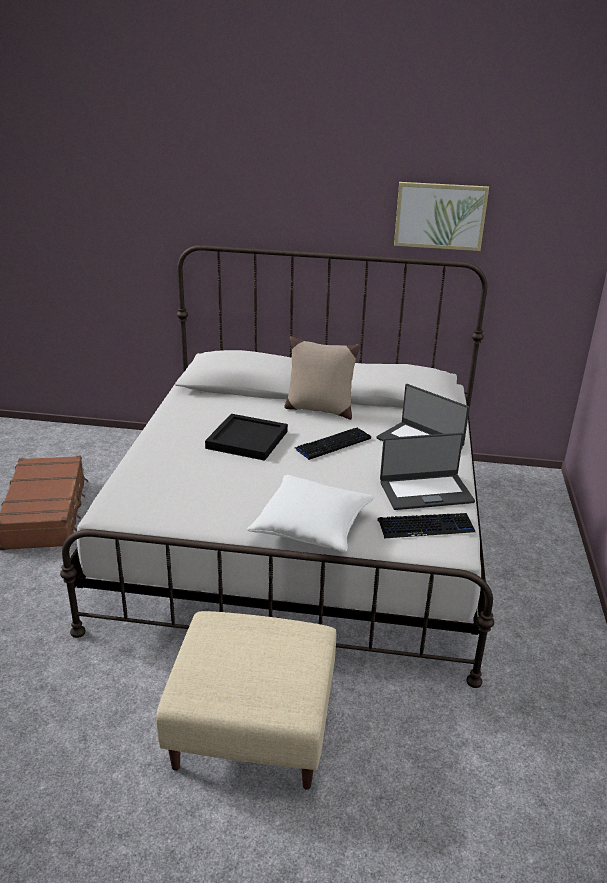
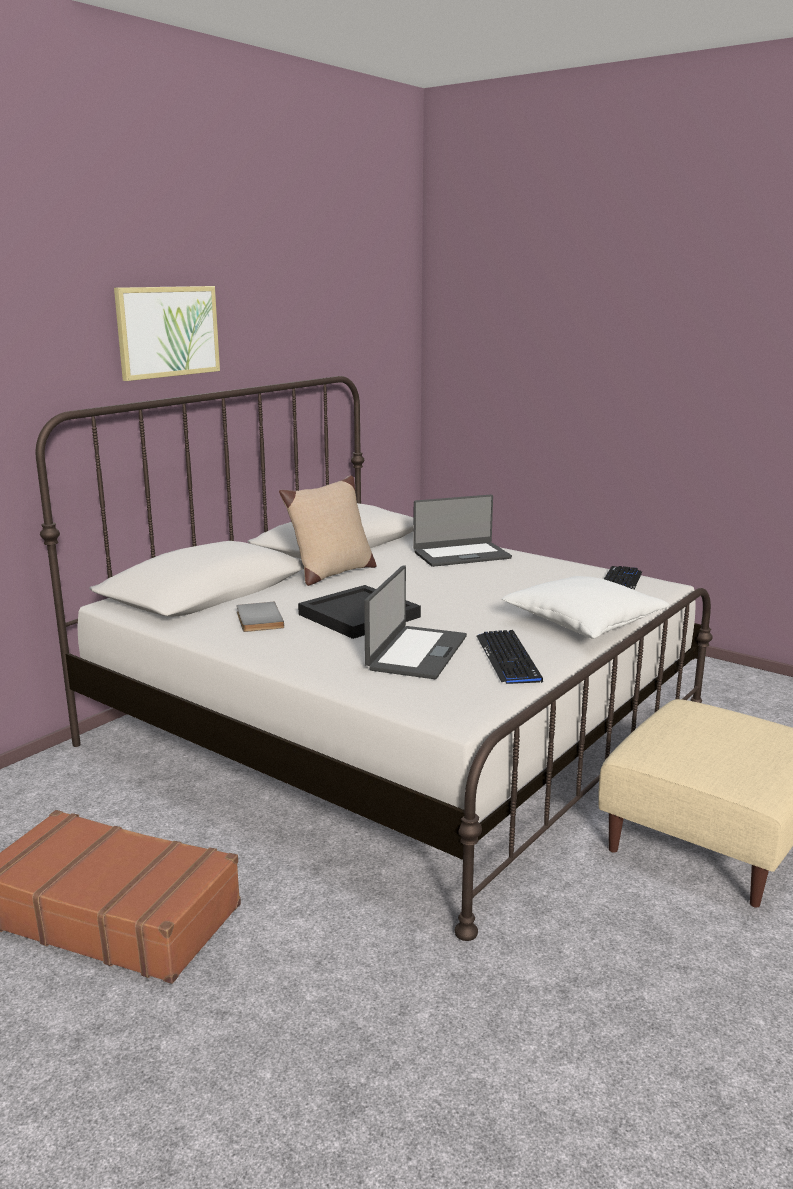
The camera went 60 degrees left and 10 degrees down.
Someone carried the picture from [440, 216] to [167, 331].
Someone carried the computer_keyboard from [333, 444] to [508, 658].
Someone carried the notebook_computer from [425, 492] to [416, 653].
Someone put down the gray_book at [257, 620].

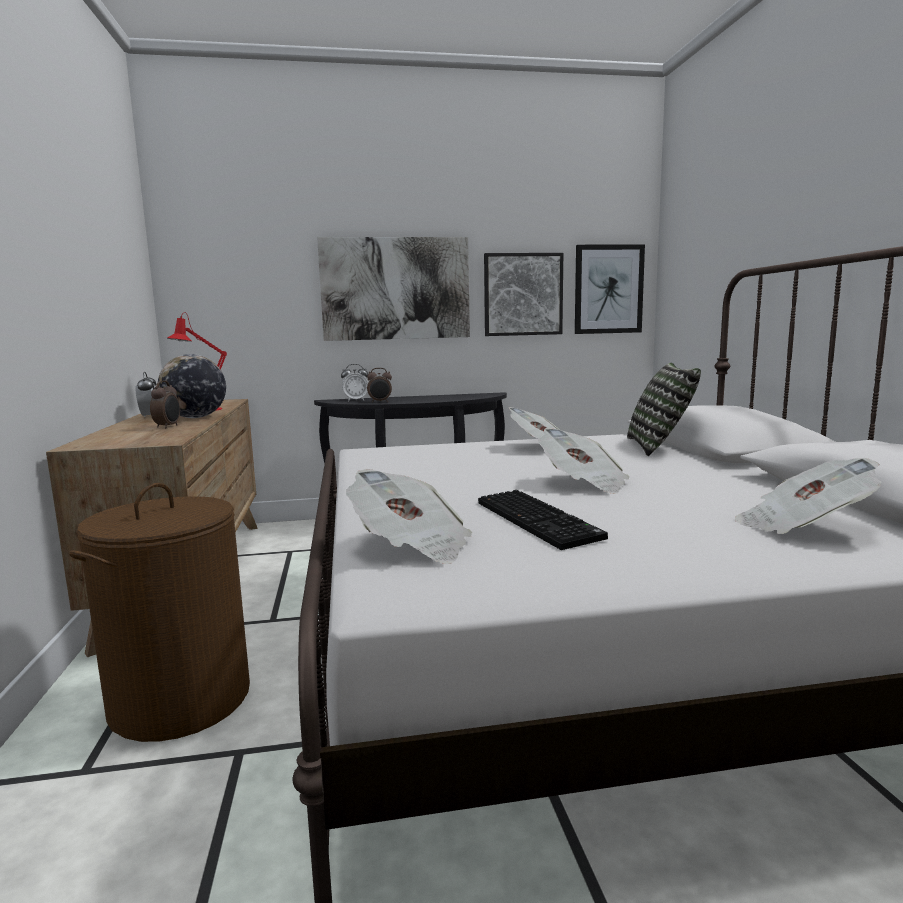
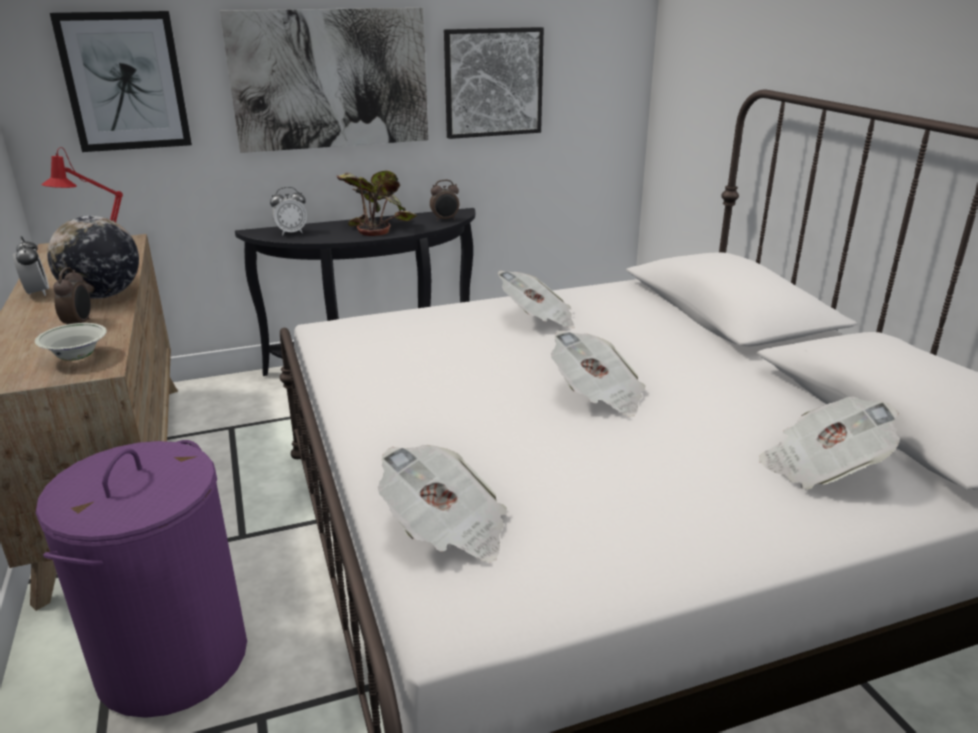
The camera went 10 degrees left and 15 degrees up.
Someone carried the picture from [608, 289] to [125, 82].
Someone took away the cushion at [659, 446].
Someone carried the table_clock from [380, 402] to [445, 219].
Someone repainted the brownish_washing_basket at [181, 700], which became the purple-coloured_washing_basket at [172, 658].
Someone took away the computer_keyboard at [539, 520].
Someone put down the houseplant at [376, 225].
Someone put down the white_deep_dish at [76, 358].

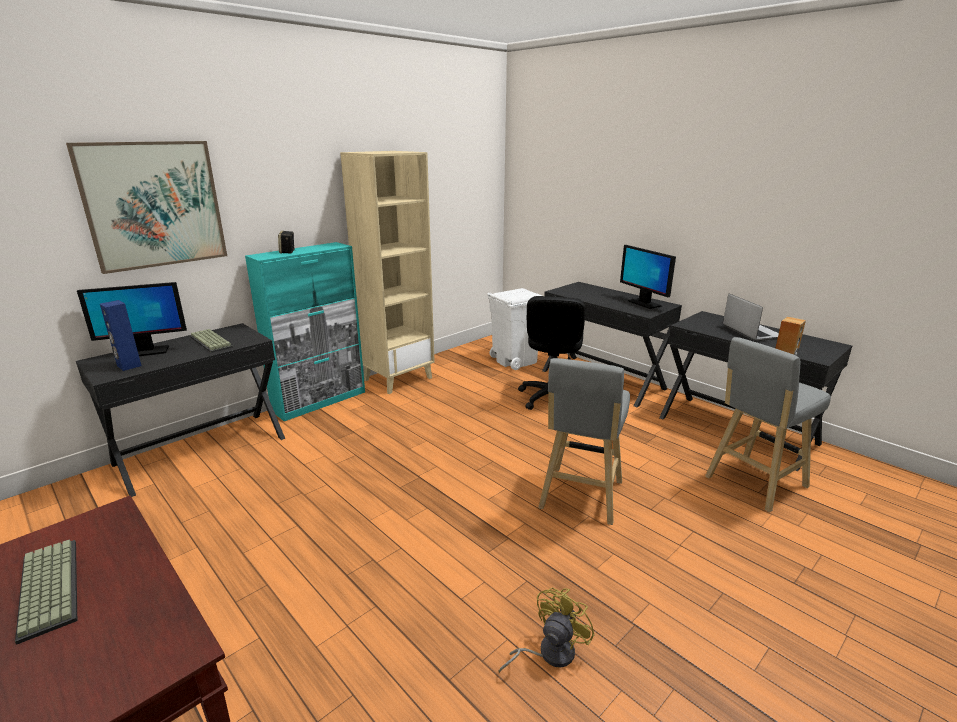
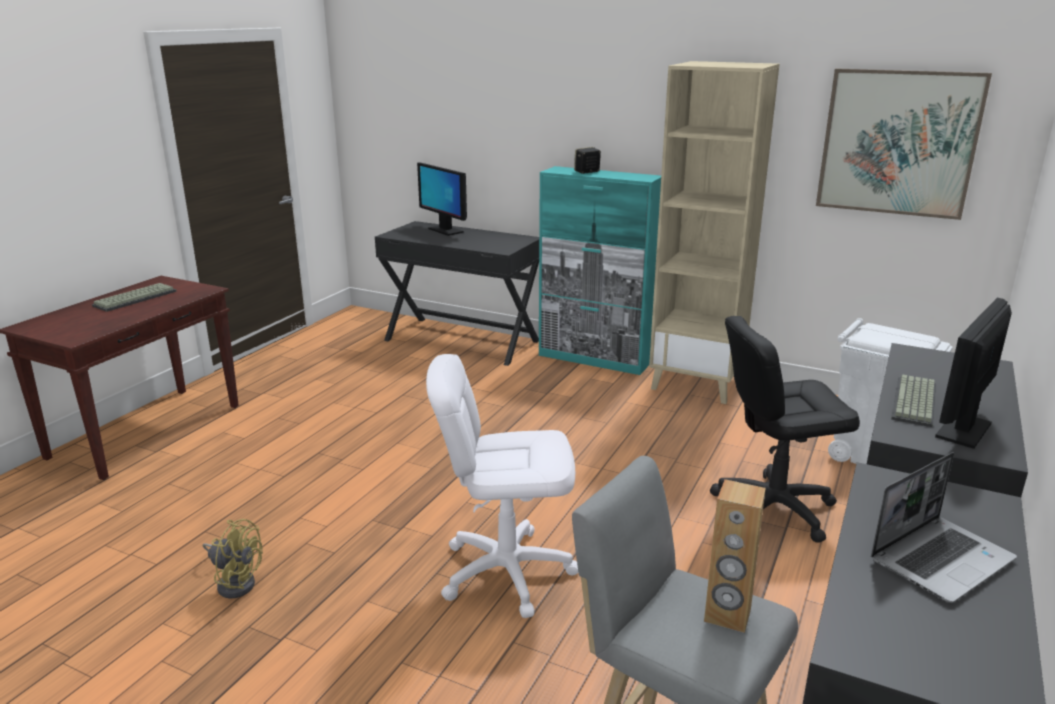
The camera went 70 degrees right and 0 degrees up.
Someone carried the picture from [154, 205] to [898, 143].
Someone took away the bluish_speaker at [128, 366].
Someone carried the computer_keyboard from [212, 341] to [916, 402].
Someone swapped the gray_sitting_stool at [580, 497] for the white_computer_chair at [506, 571].

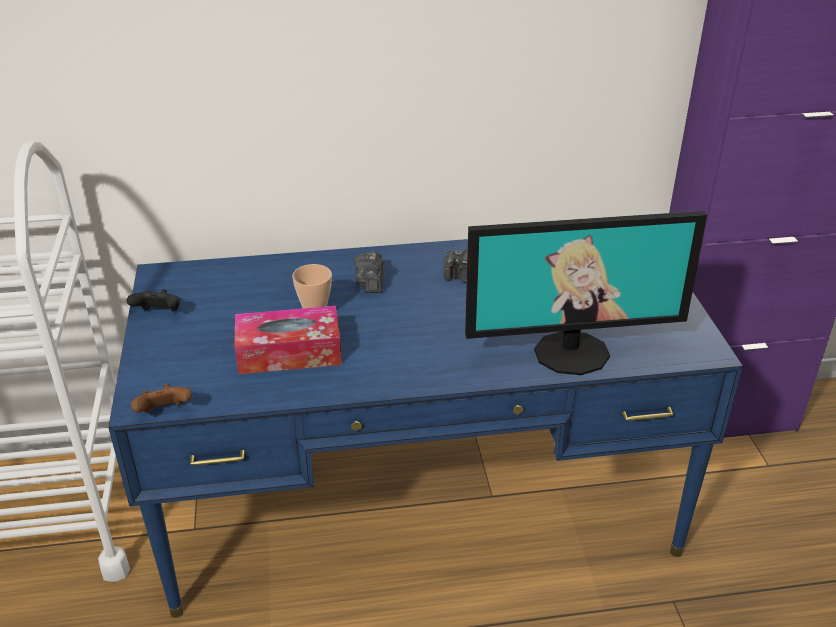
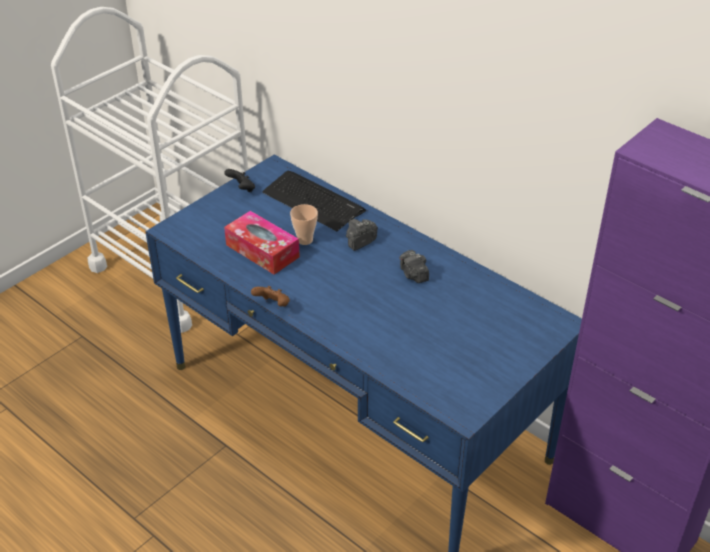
The camera went 50 degrees right and 5 degrees up.
Someone took away the monitor at [571, 352].
Someone carried the brownish_game_controller from [164, 413] to [273, 305].
Someone put down the computer_keyboard at [313, 201].

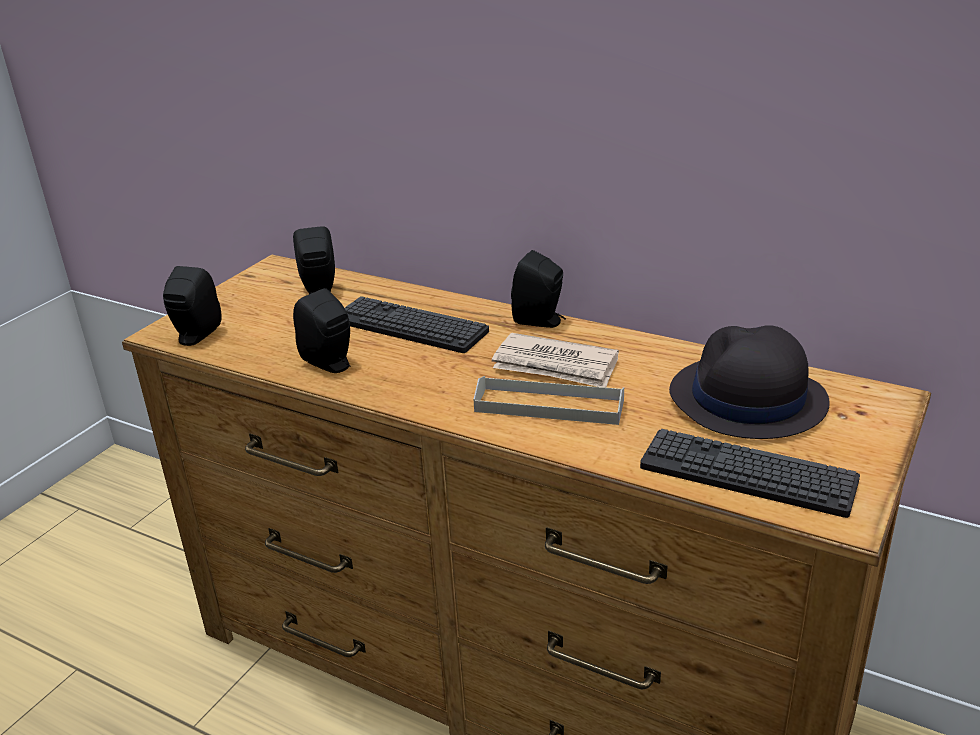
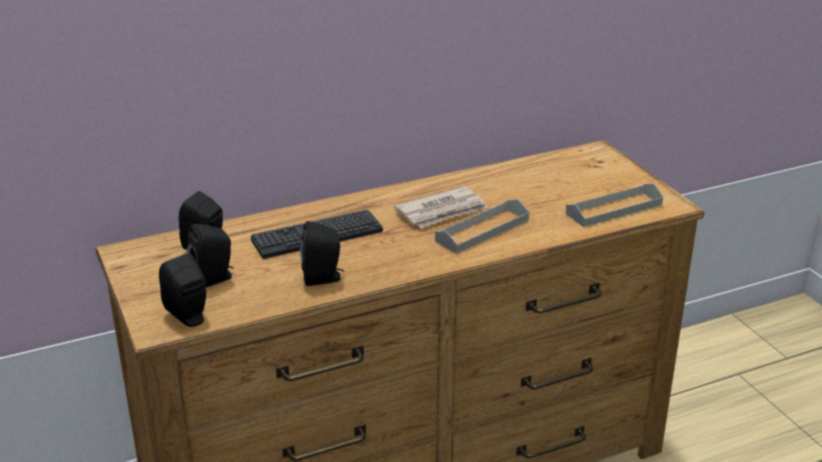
The camera went 55 degrees left and 0 degrees up.
Someone carried the blackish_speaker from [541, 321] to [214, 278].
Someone took away the blackish_hat at [746, 399].
Someone swapped the computer_keyboard at [747, 473] for the gray_tray at [614, 209].

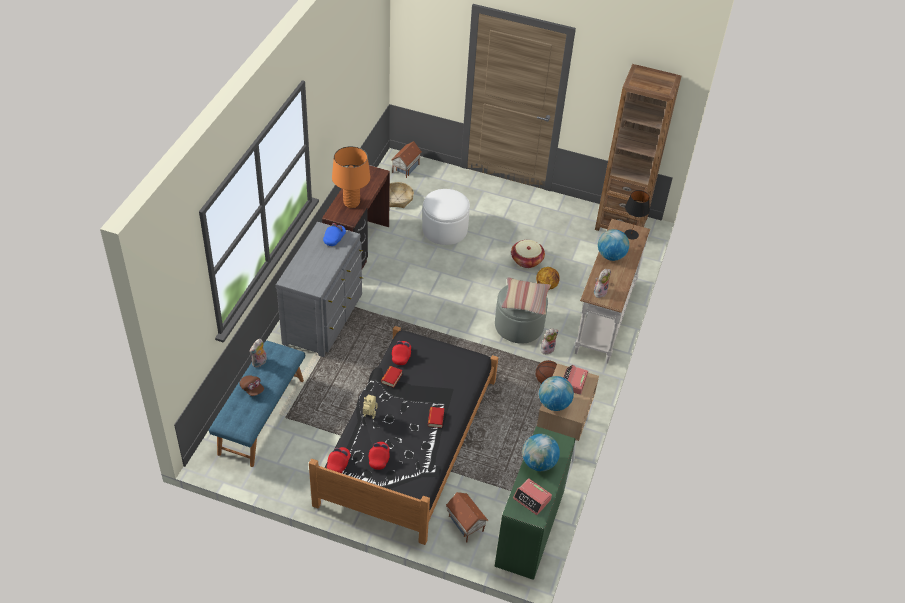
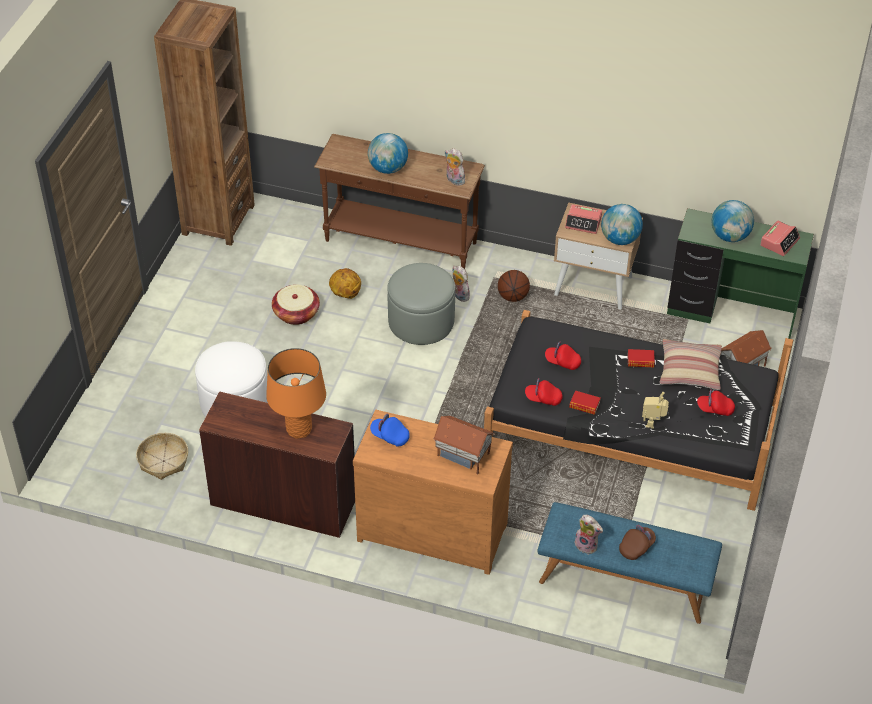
The camera went 90 degrees left and 0 degrees up.
Someone carried the toy_house from [405, 168] to [463, 456].
Someone took away the blackish_tabletop_lamp at [631, 234].
Someone repainted the white_hall_table at [604, 318], which became the brownish_hall_table at [400, 243].
Someone repainted the gray_drawer_chest at [325, 319], which became the brownish_drawer_chest at [432, 528].
Someone carried the cushion from [525, 300] to [689, 370].
Someone carried the red_cap from [338, 464] to [562, 362].

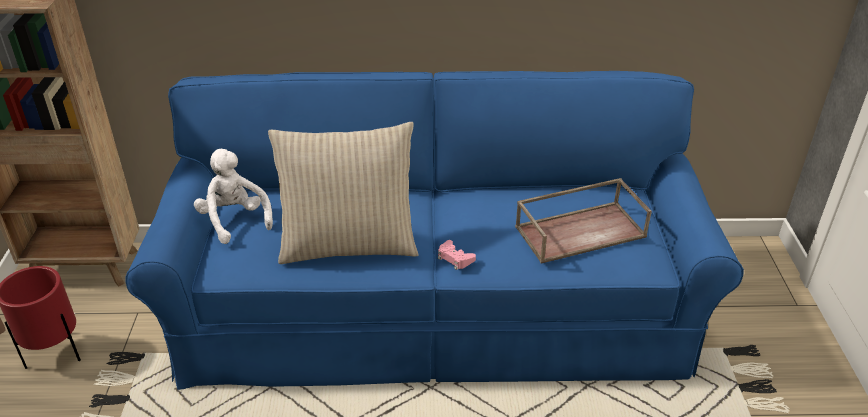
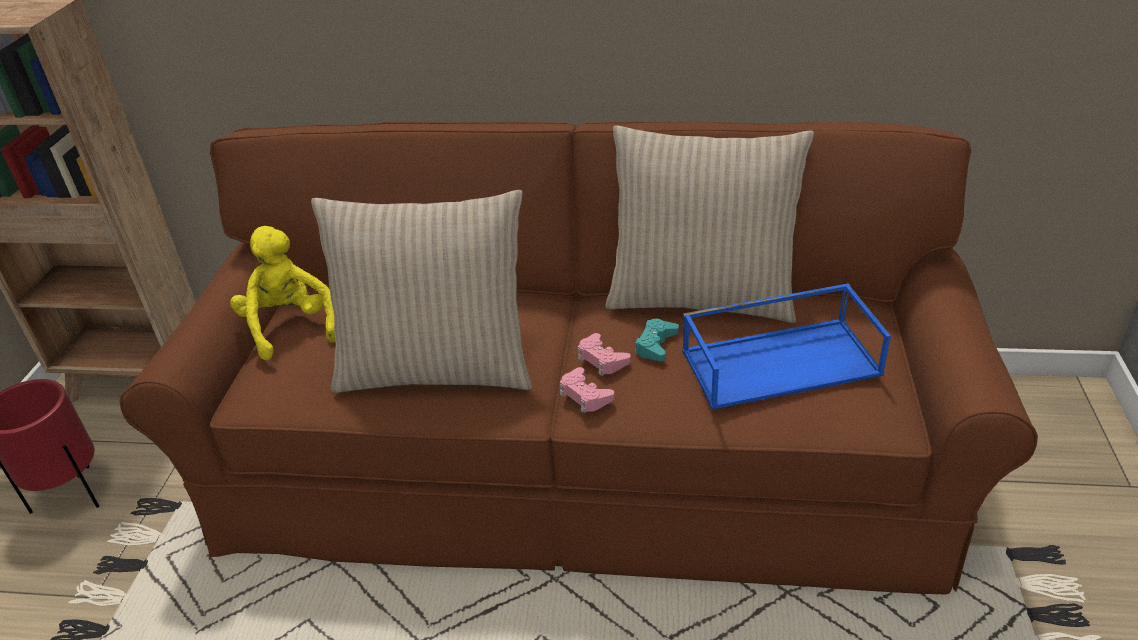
The camera went 10 degrees right and 0 degrees up.
Someone repainted the bluish_sofa at [434, 308], which became the brownish_sofa at [580, 461].
Someone repainted the white_soft_toy at [234, 220], which became the yellow_soft_toy at [290, 327].
Someone repainted the brownish_tray at [581, 231], which became the bluish_tray at [781, 361].
Someone put down the beige_cushion at [701, 297].
Someone put down the turquoise_game_controller at [656, 345].
Someone put down the pink-coloured_game_controller at [602, 359].

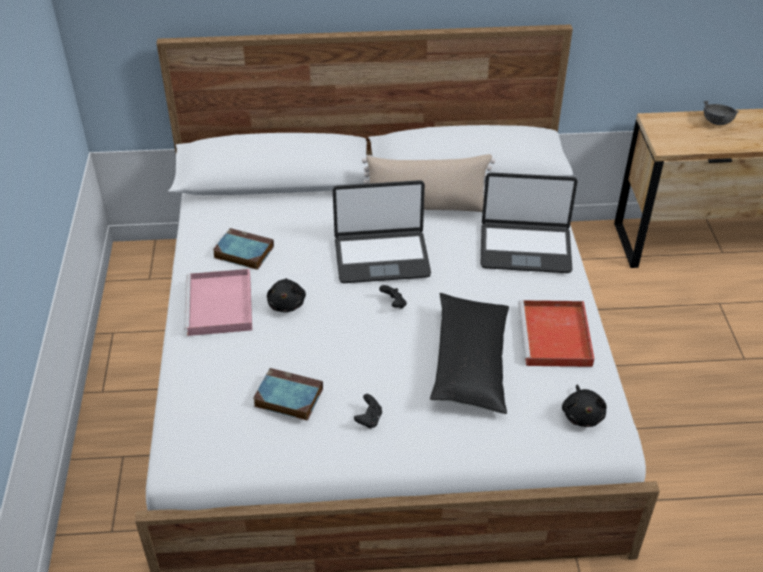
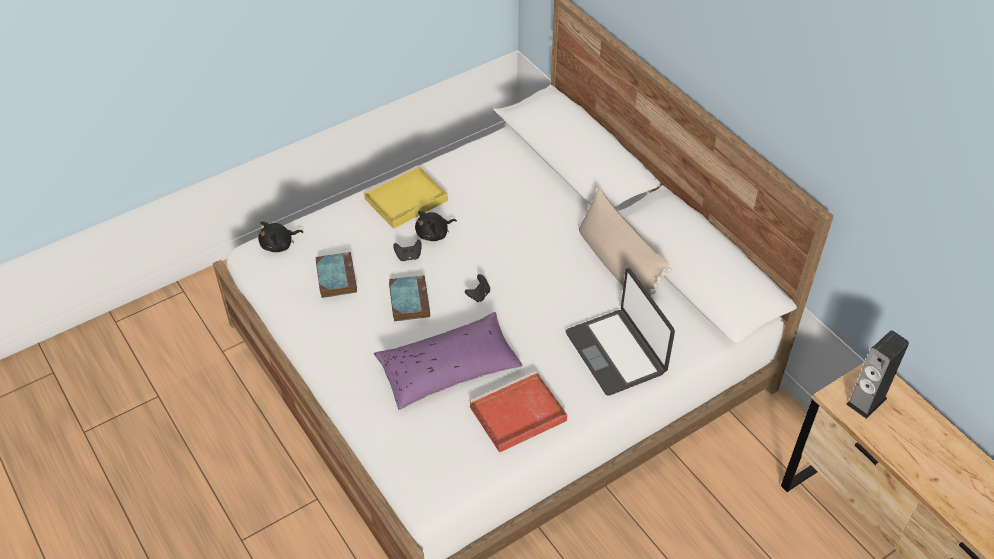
The camera went 60 degrees right and 5 degrees up.
Someone took away the gray_deep_dish at [717, 122].
Someone took away the notebook_computer at [381, 257].
Someone carried the book from [242, 252] to [409, 300].
Someone repainted the pink-coloured_tray at [220, 306], which became the yellow_tray at [405, 200].
Someone repainted the blackish_cushion at [470, 362], which became the purple-coloured_cushion at [448, 369].
Someone carried the blackish_soft_toy from [582, 415] to [279, 245].
Someone carried the blackish_game_controller from [369, 419] to [408, 256].
Someone put down the speaker at [866, 401].

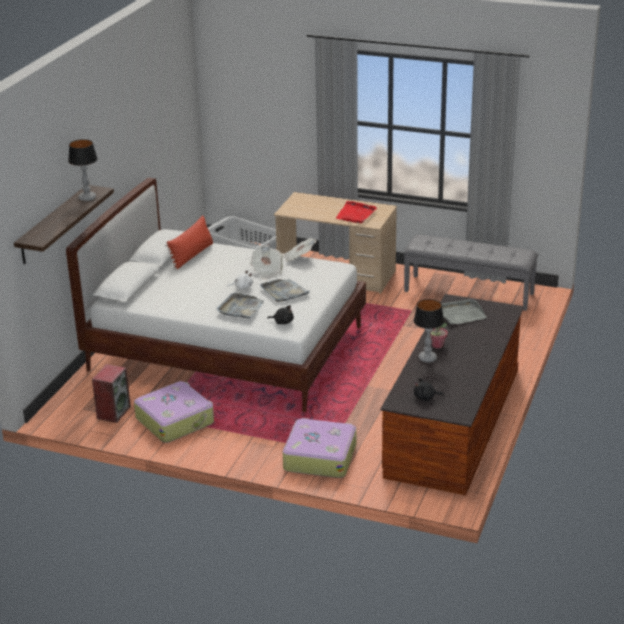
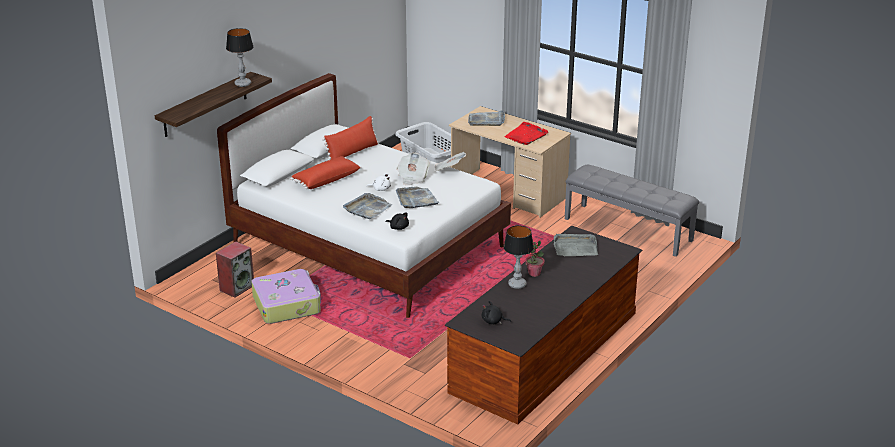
The camera went 15 degrees right and 0 degrees up.
Someone took away the suitcase at [319, 457].
Someone put down the gray_tray at [486, 120].
Someone put down the red_cushion at [326, 180].

